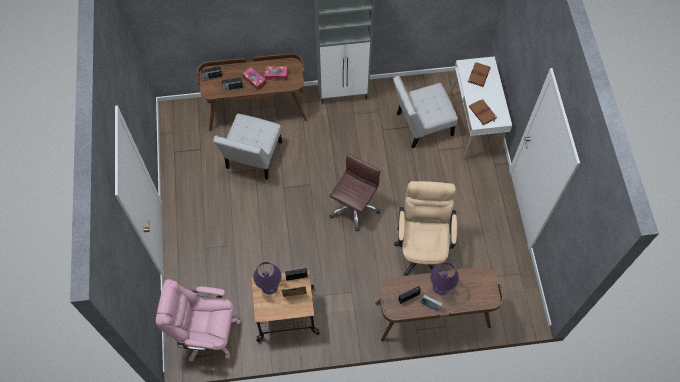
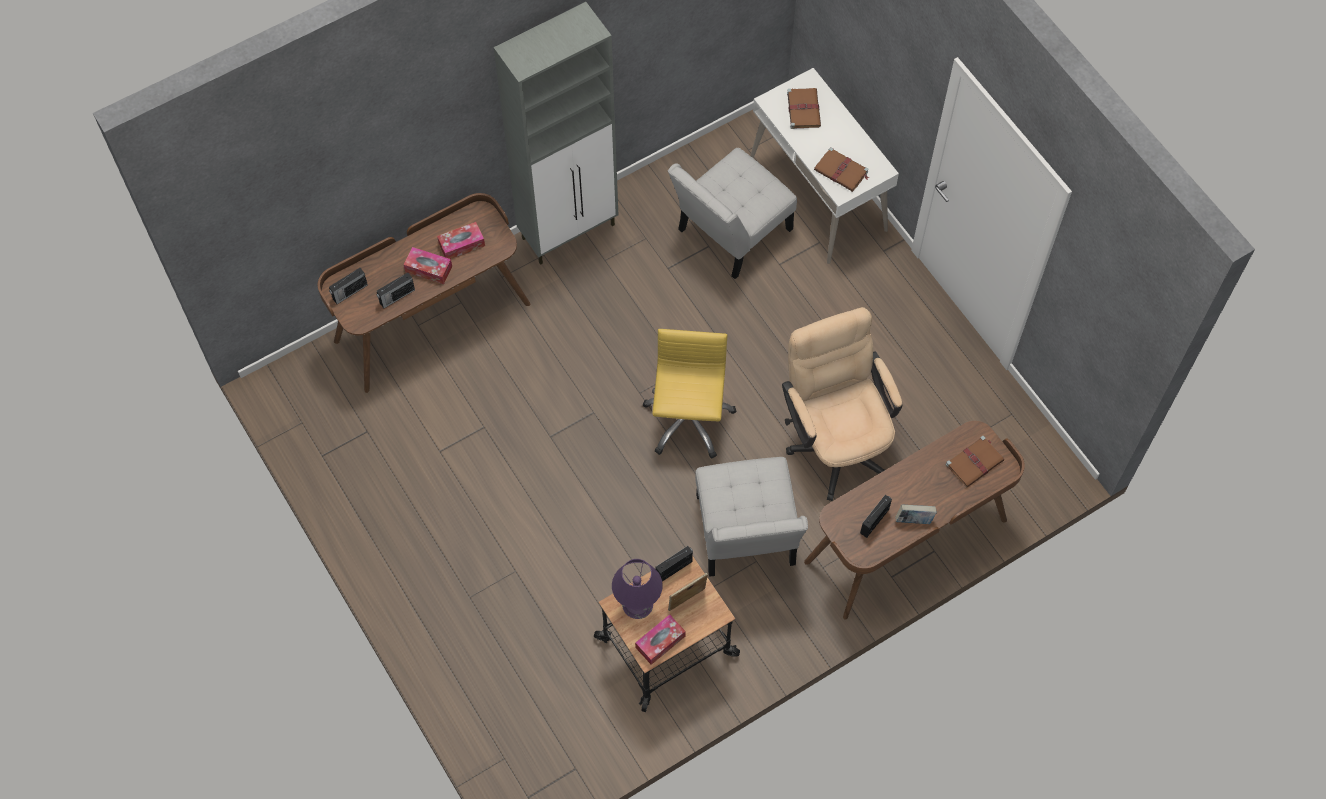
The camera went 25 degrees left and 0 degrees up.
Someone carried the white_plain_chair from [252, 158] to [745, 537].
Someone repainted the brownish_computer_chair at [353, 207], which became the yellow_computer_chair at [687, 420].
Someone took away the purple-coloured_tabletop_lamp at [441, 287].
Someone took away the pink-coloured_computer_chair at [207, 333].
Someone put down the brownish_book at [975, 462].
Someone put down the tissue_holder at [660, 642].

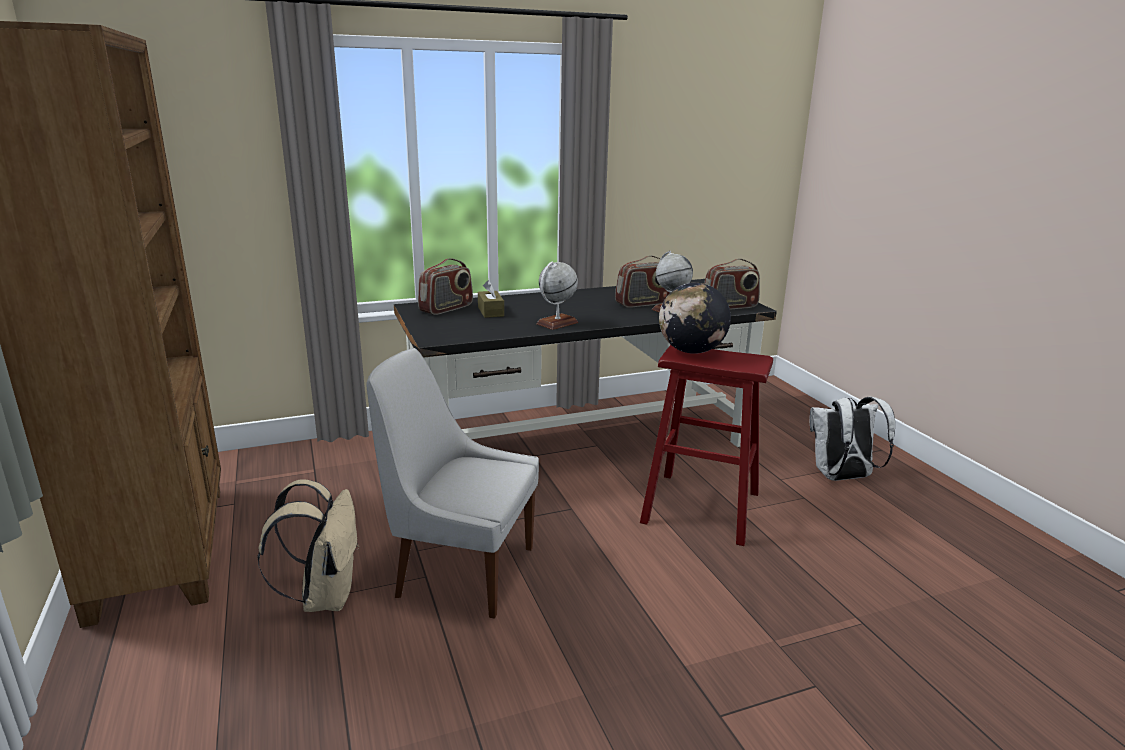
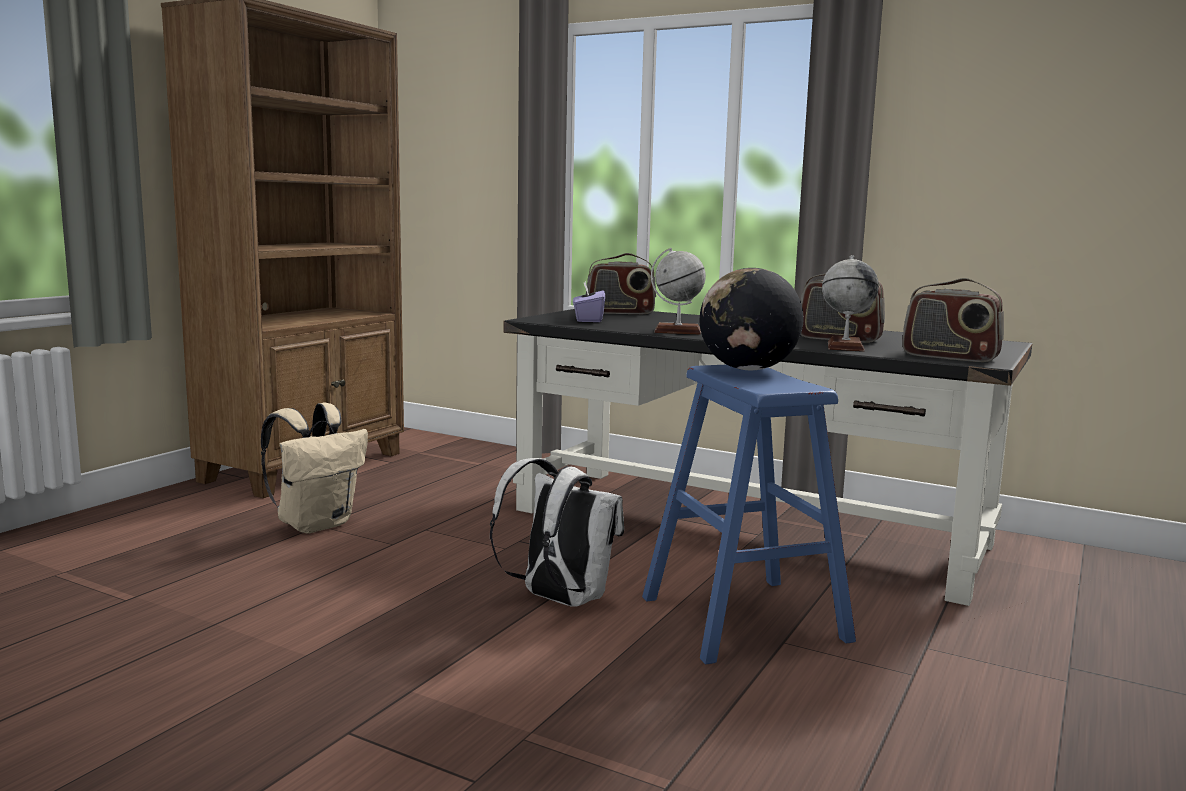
The camera went 50 degrees right and 10 degrees down.
Someone took away the brownish_tissue_holder at [490, 311].
Someone repainted the red_sitting_stool at [701, 507], which became the bluish_sitting_stool at [743, 618].
Someone took away the white_plain_chair at [461, 570].
Someone carried the white_rucksack from [841, 477] to [559, 599].
Someone put down the purple-coloured_tissue_holder at [588, 320].

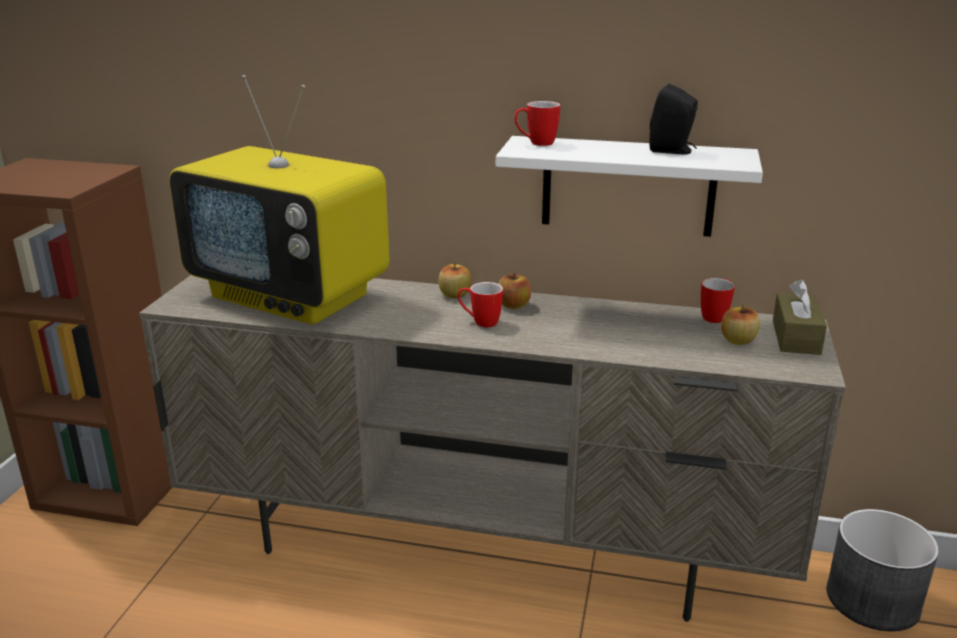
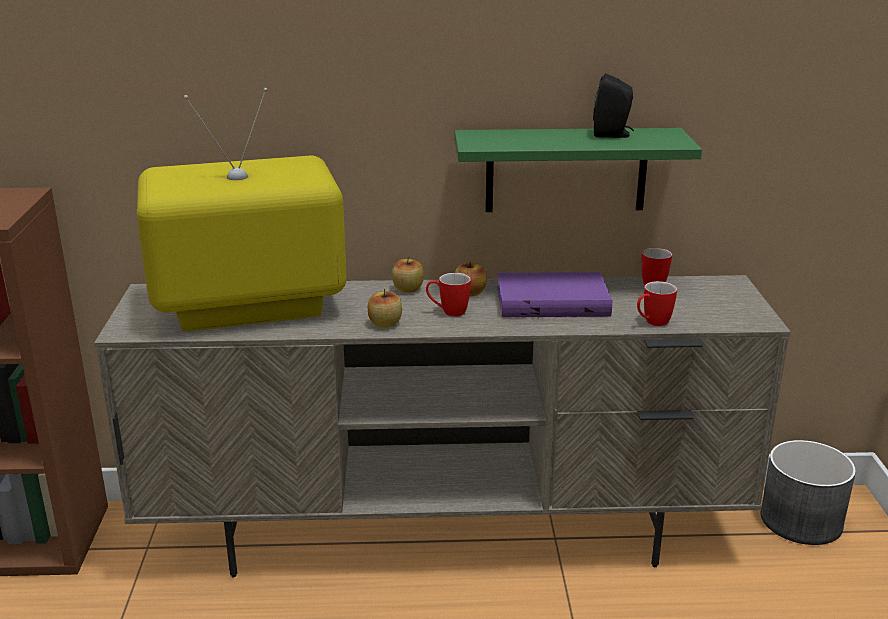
The camera went 15 degrees left and 0 degrees up.
Someone rotated the TV at [292, 296] by 150 degrees clockwise.
Someone carried the mug from [535, 143] to [652, 323].
Someone repainted the white_shelf at [628, 186], which became the green_shelf at [566, 170].
Someone took away the brownish_tissue_holder at [796, 337].
Someone carried the whole_apple from [737, 340] to [385, 323].
Someone put down the purple-coloured_book at [552, 300].

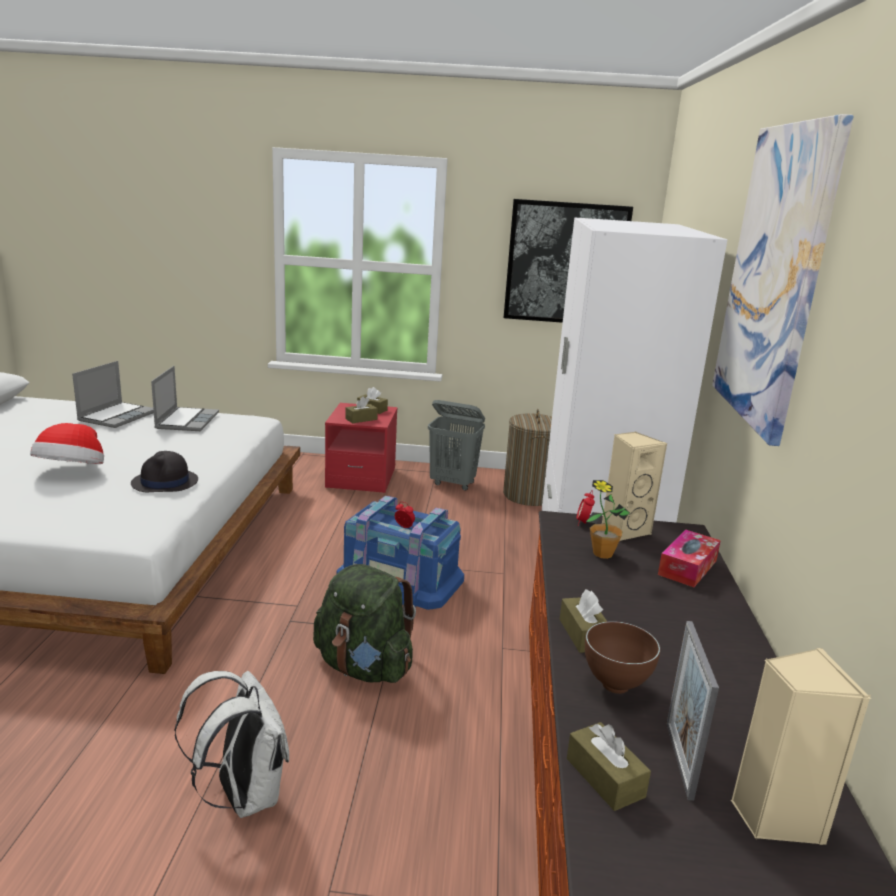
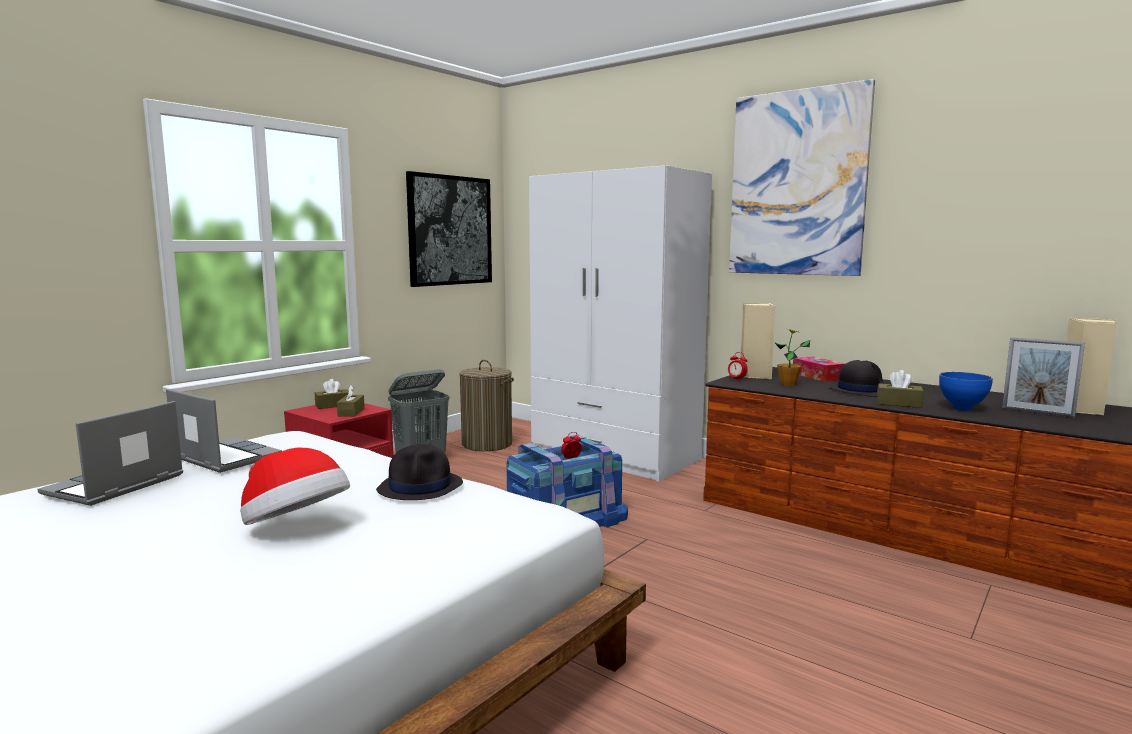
The camera went 55 degrees left and 10 degrees down.
Someone rotated the notebook_computer at [117, 416] by 120 degrees counterclockwise.
Someone took away the green_rucksack at [364, 667].
Someone repainted the brownish_deep_dish at [616, 685], which became the bluish_deep_dish at [961, 408].
Someone took away the white_rucksack at [243, 794].
Someone took away the brownish_tissue_holder at [605, 777].
Someone put down the blackish_hat at [860, 390].

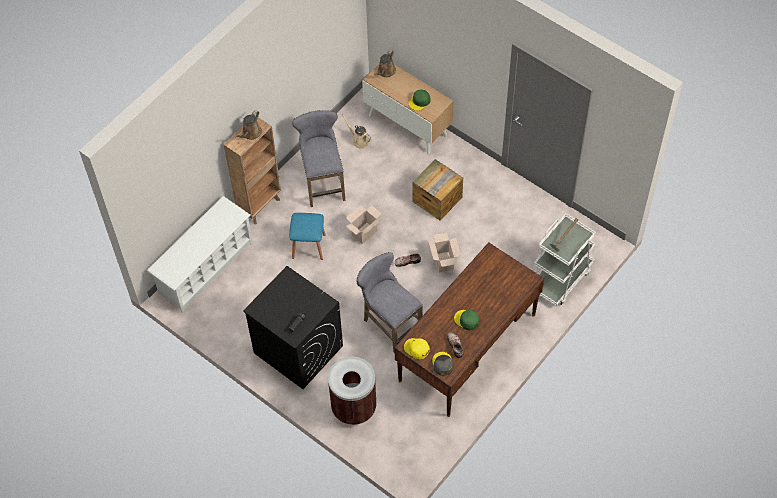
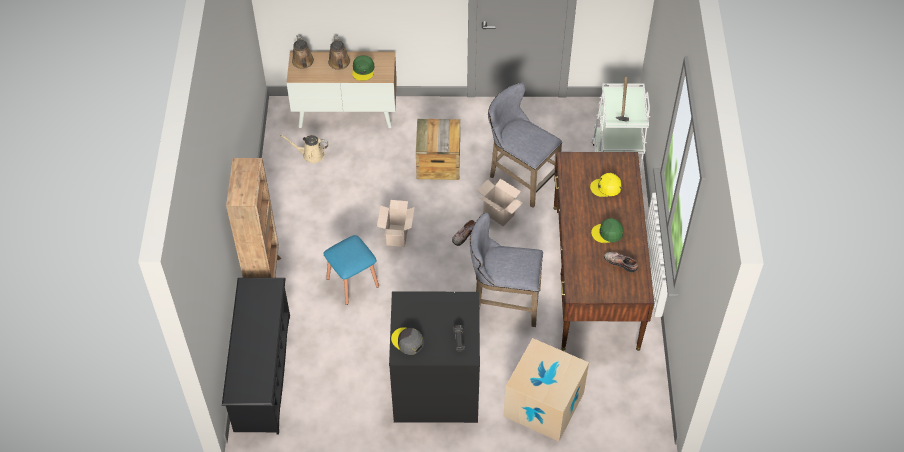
The camera went 40 degrees left and 5 degrees down.
Someone carried the brownish_sprinkling_can from [250, 133] to [339, 63].
Someone carried the gray_sitting_stool from [323, 182] to [519, 178].
Someone repainted the white_shoe_rack at [205, 267], which became the blackish_shoe_rack at [262, 372].
Someone carried the yellow_cap from [416, 349] to [606, 187].
Someone carried the gray_cap from [442, 364] to [407, 341].
Someone swapped the brownish_waste_bin at [353, 407] for the carton at [543, 404].

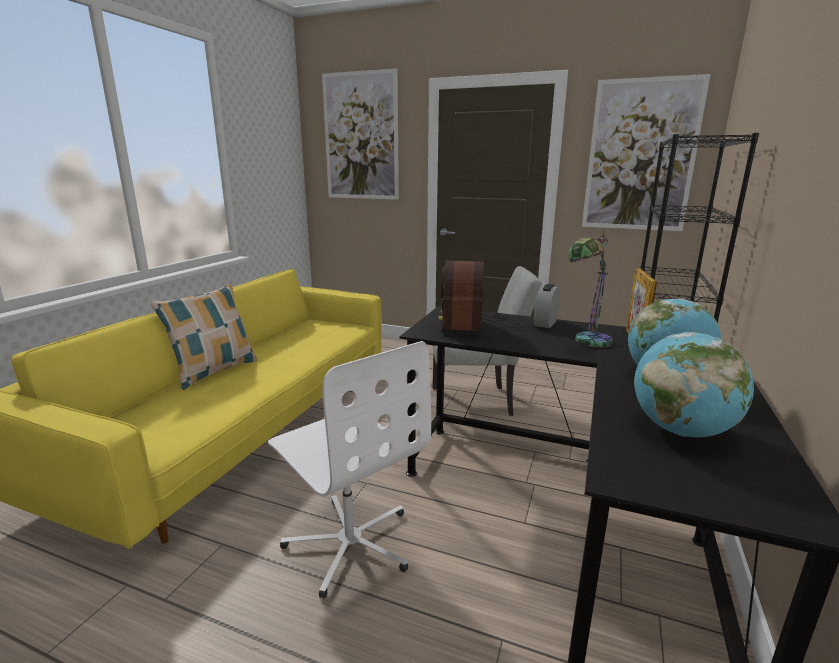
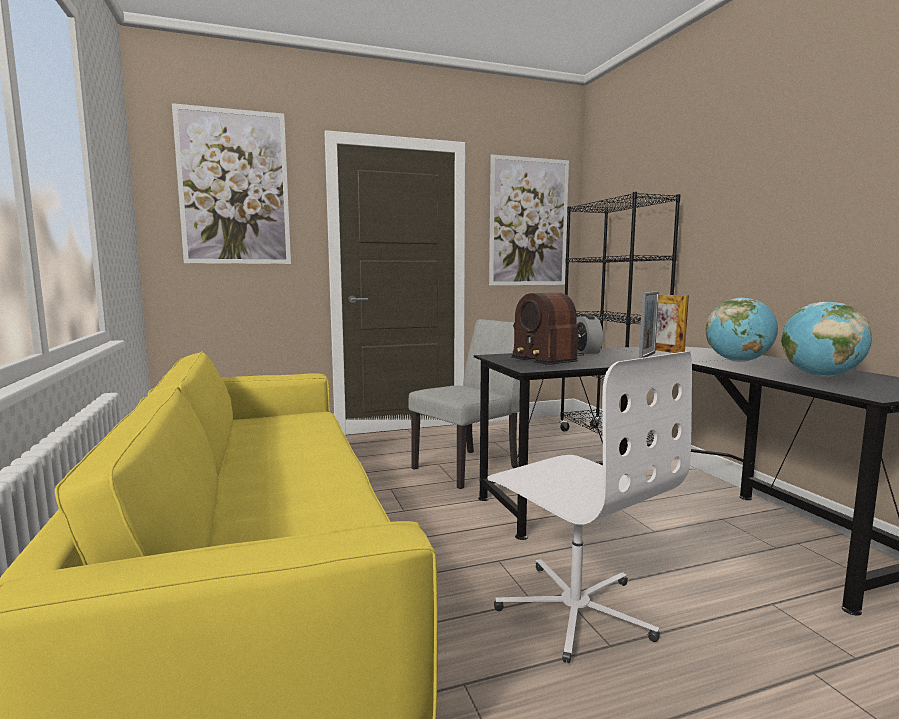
The camera went 40 degrees left and 10 degrees down.
Someone swapped the tabletop_lamp at [586, 343] for the standing_frame at [647, 356].
Someone took away the cushion at [214, 371].
Someone rotated the white_computer_chair at [350, 542] by 45 degrees clockwise.

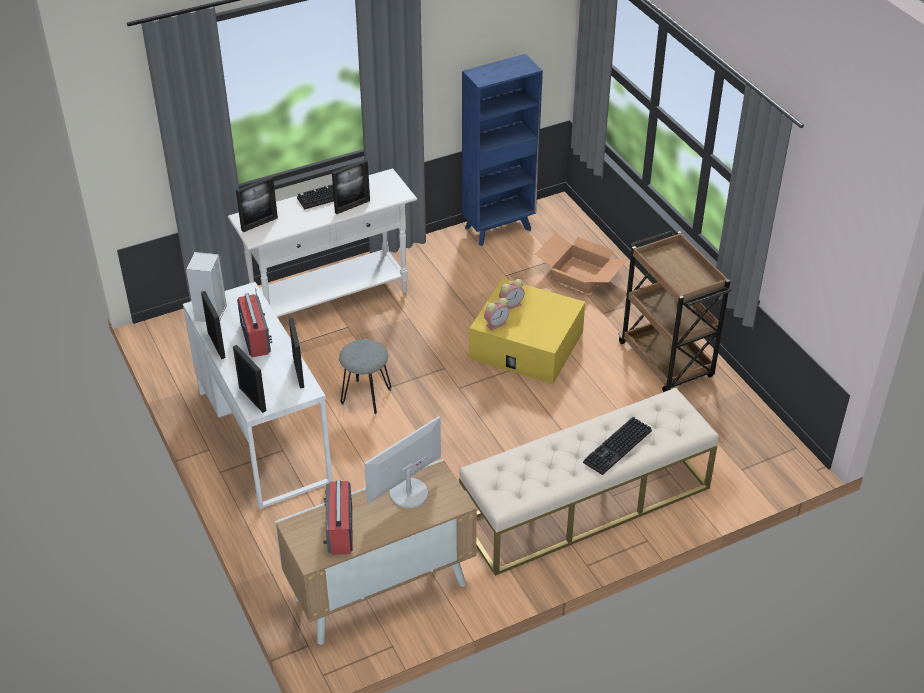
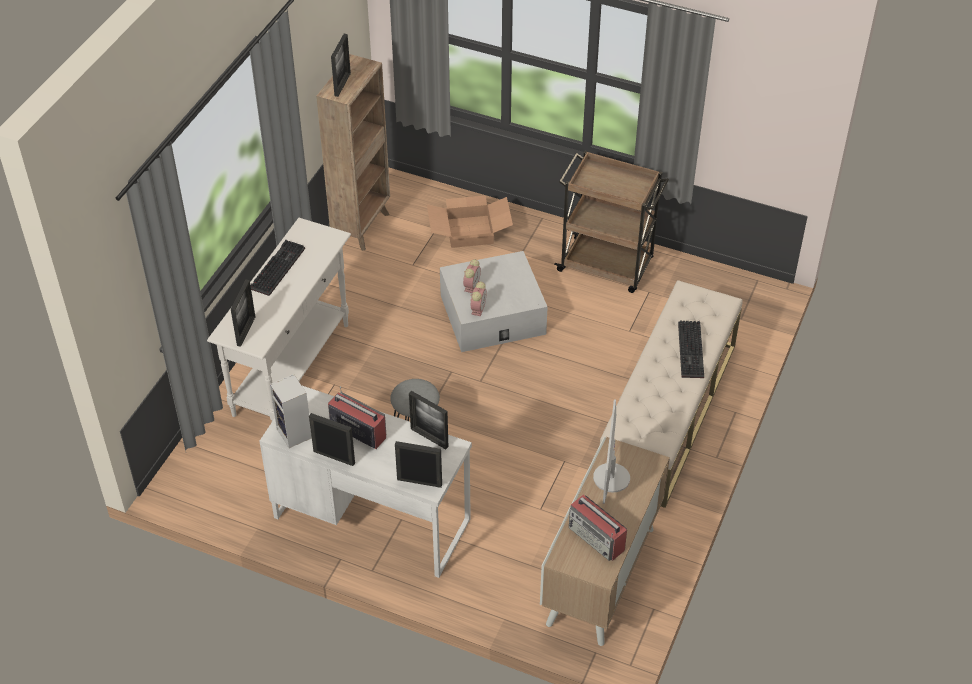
The camera went 40 degrees left and 5 degrees up.
Someone repainted the bluish_bookcase at [499, 228], which became the brownish_bookcase at [362, 226].
Someone carried the standing_frame from [352, 206] to [342, 84].
Someone repainted the yellow_storage_container at [526, 345], which became the white_storage_container at [492, 314].

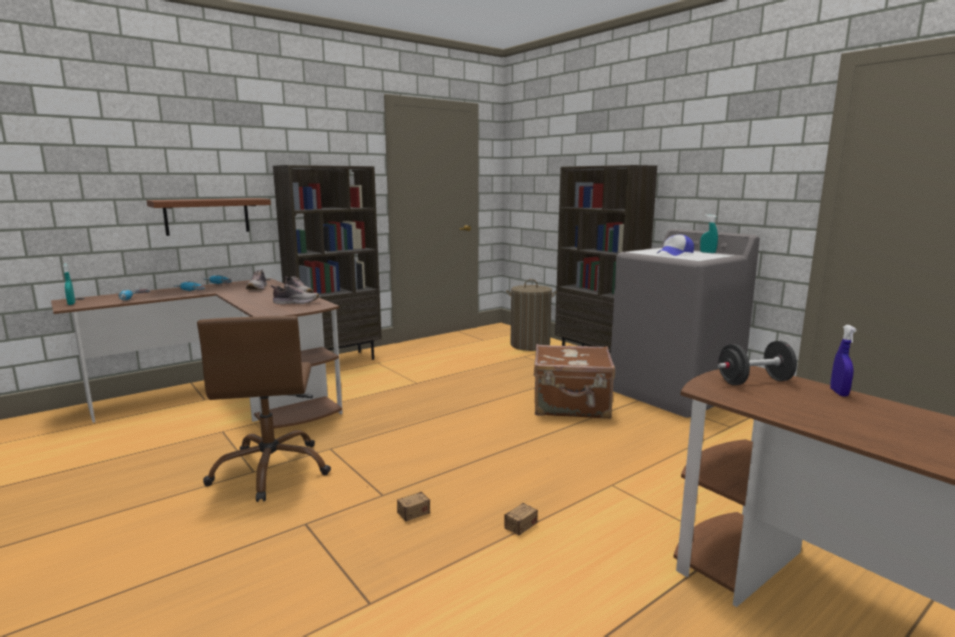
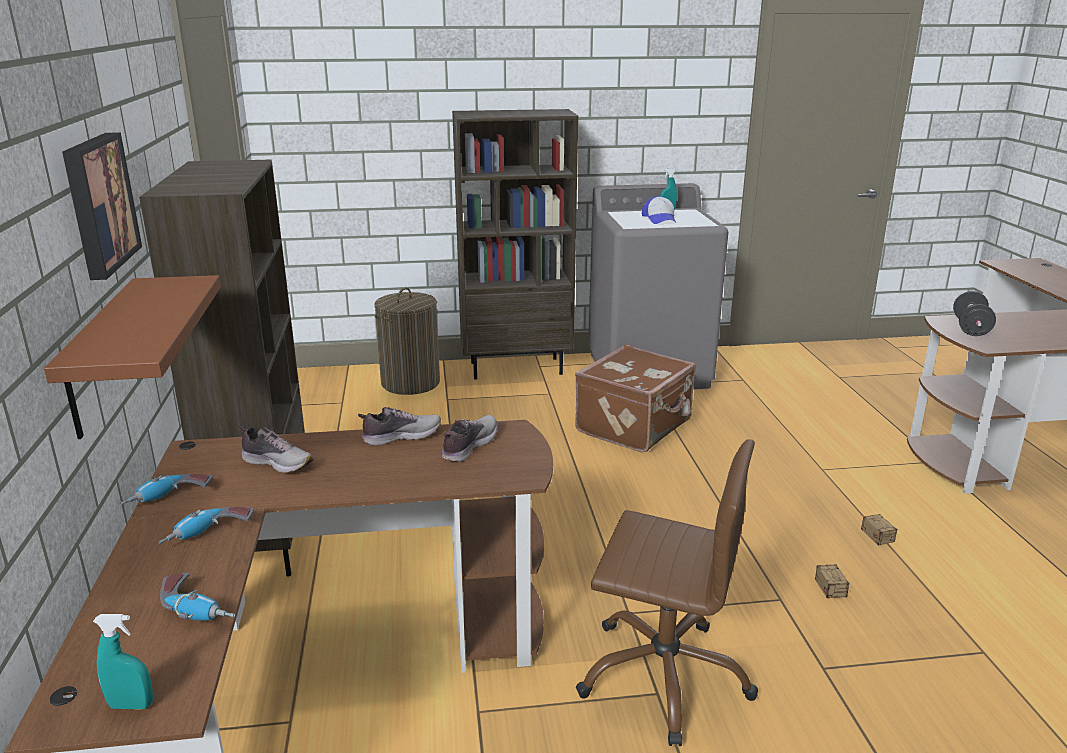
The camera went 60 degrees left and 10 degrees up.
Someone took away the bluish_hand_sprayer at [839, 393].
Someone put up the picture at [97, 203].

